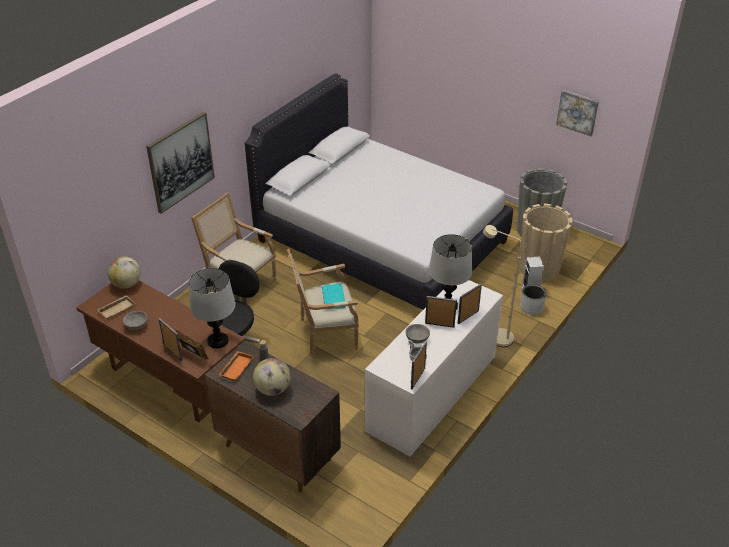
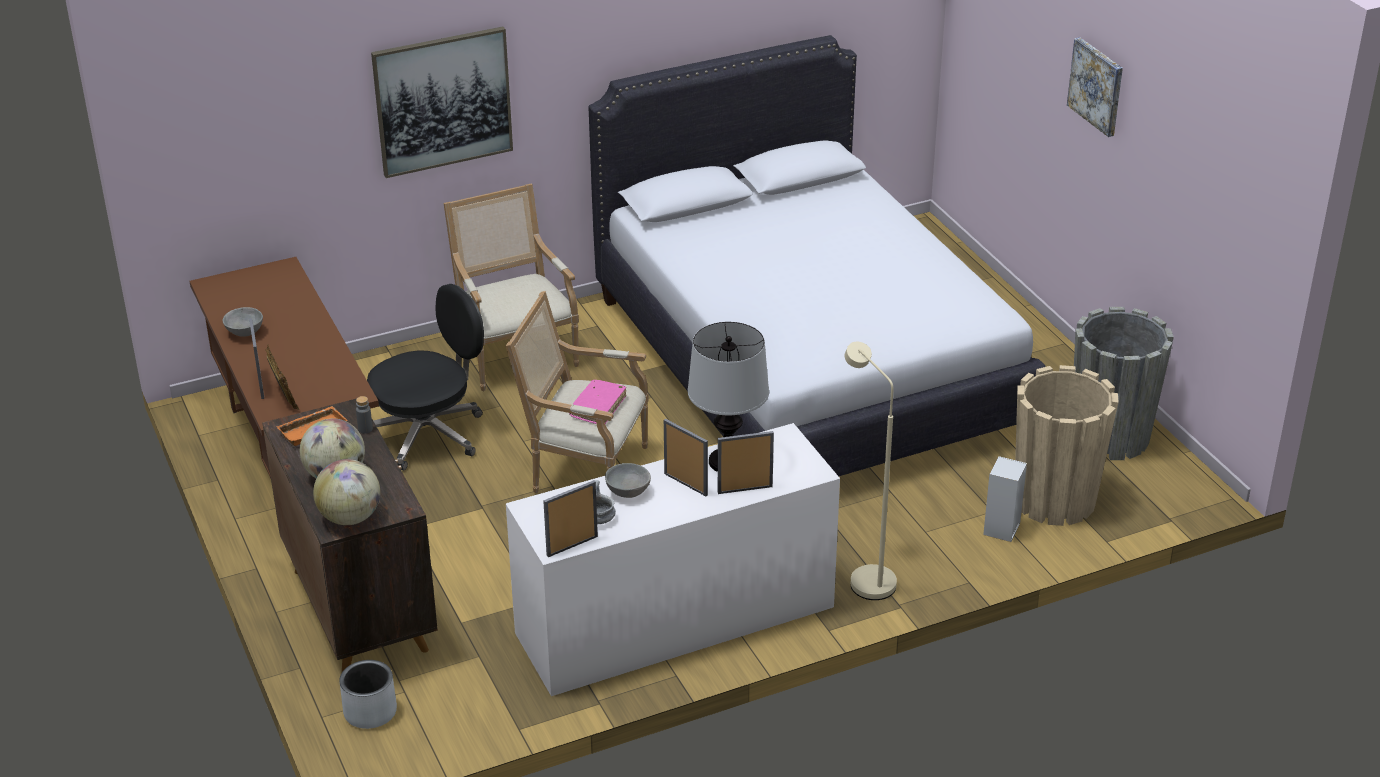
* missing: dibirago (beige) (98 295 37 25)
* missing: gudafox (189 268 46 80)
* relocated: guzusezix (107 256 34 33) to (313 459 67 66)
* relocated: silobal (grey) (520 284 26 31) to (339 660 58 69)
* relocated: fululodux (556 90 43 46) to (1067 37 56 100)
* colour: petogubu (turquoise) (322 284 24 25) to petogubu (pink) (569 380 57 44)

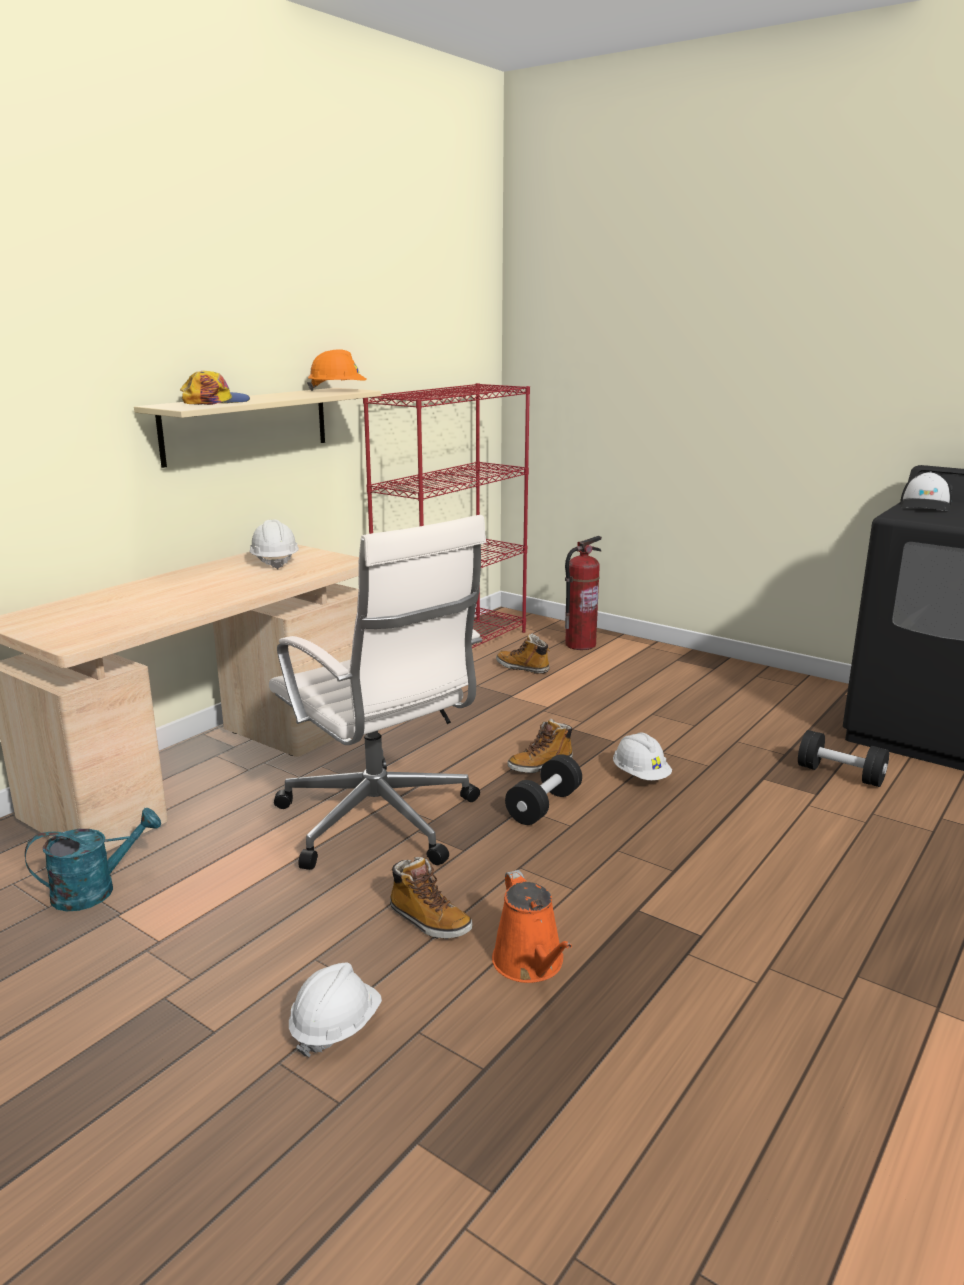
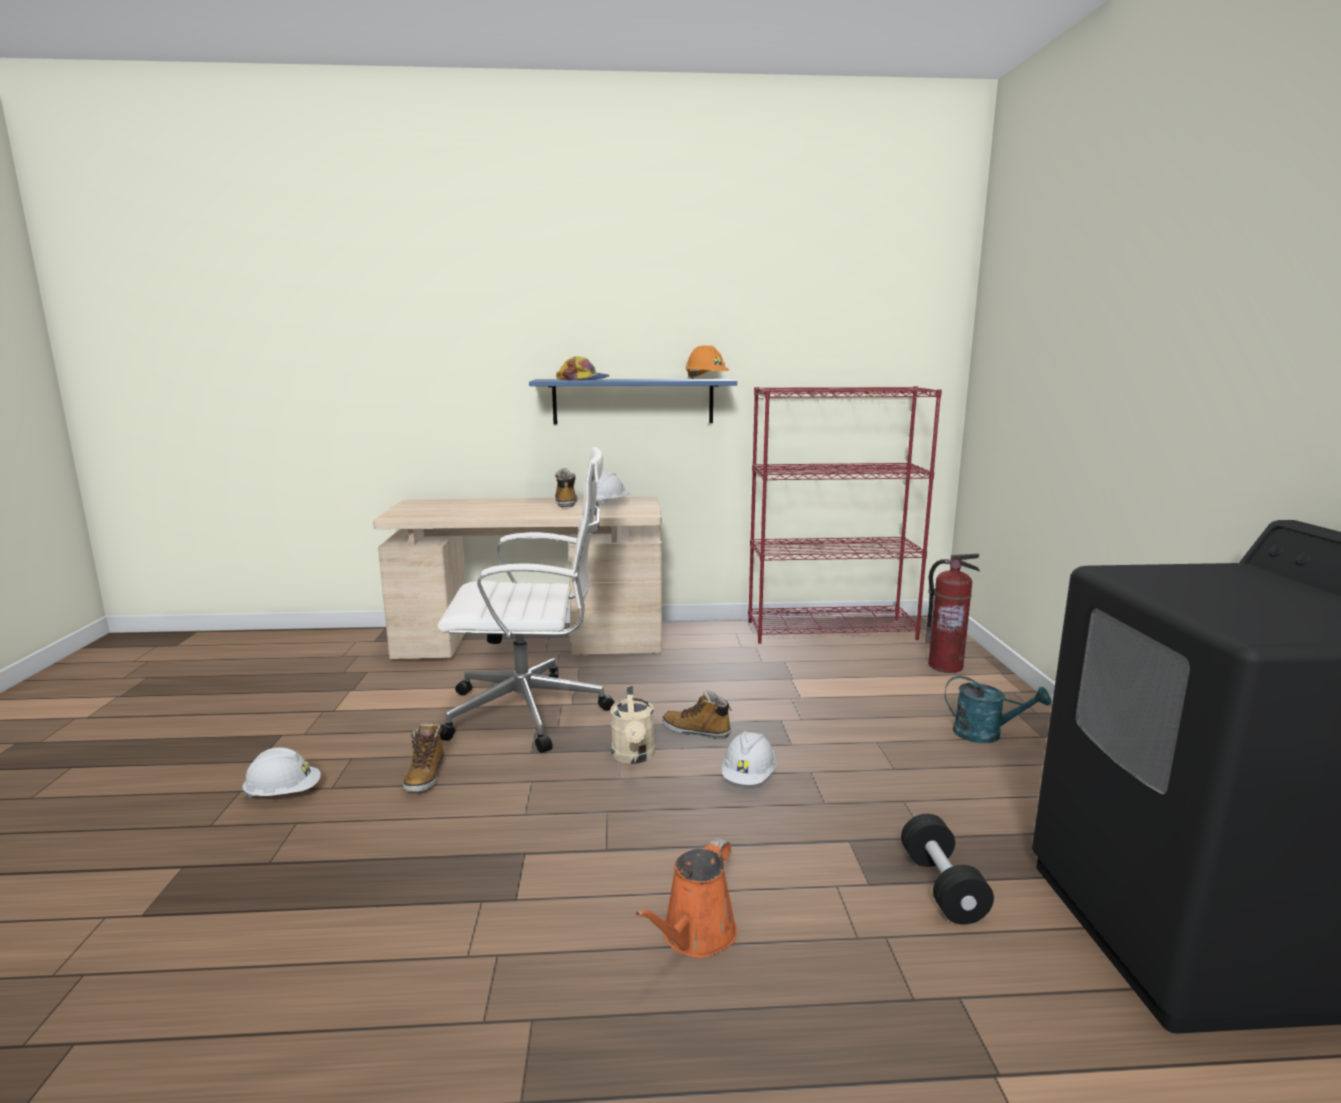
* missing: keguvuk (900 472 52 40)
* relocated: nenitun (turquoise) (25 808 136 103) to (945 676 106 67)
* relocated: nenitun (orange) (492 870 80 113) to (635 838 102 120)
* relocated: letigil (496 634 54 40) to (555 468 22 39)
* exchanged: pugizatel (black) (505 754 77 71) to nenitun (beige) (611 686 44 78)
* colour: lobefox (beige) (134 388 247 80) to lobefox (blue) (529 379 208 45)
* spun: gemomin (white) (269 515 217 355) = (438 447 176 306) 105 degrees counterclockwise

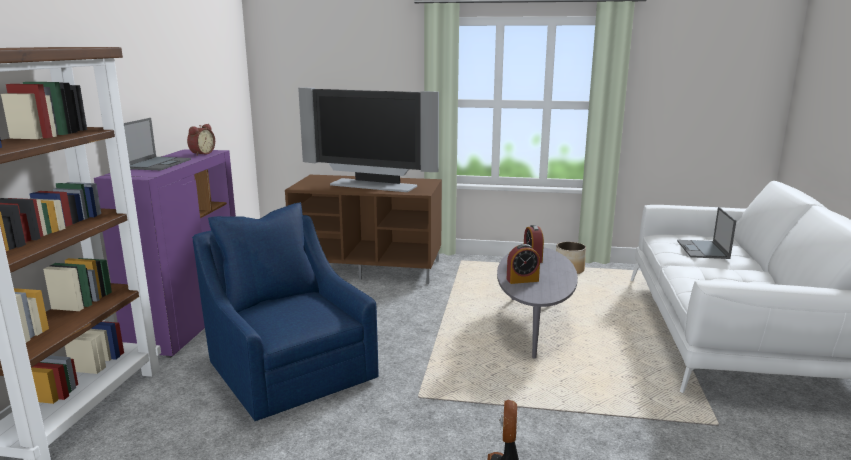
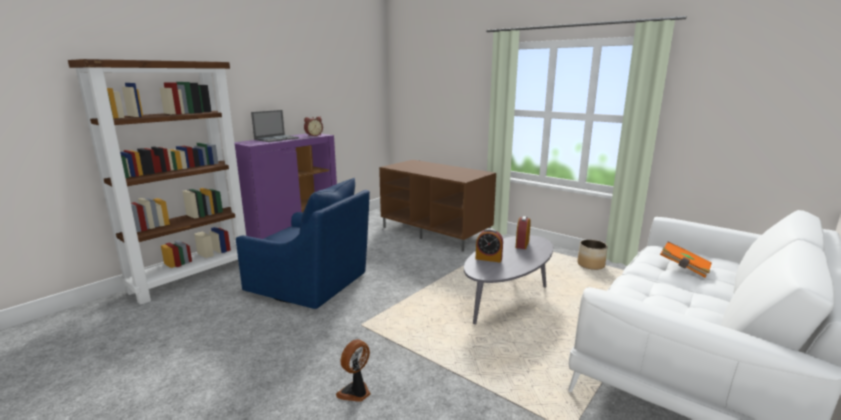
* missing: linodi (298 88 141 104)
* exchanged: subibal (677 207 59 52) to petogubu (orange) (660 242 52 35)
* spun: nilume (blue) (192 202 187 219) = (236 178 134 131) 120 degrees clockwise

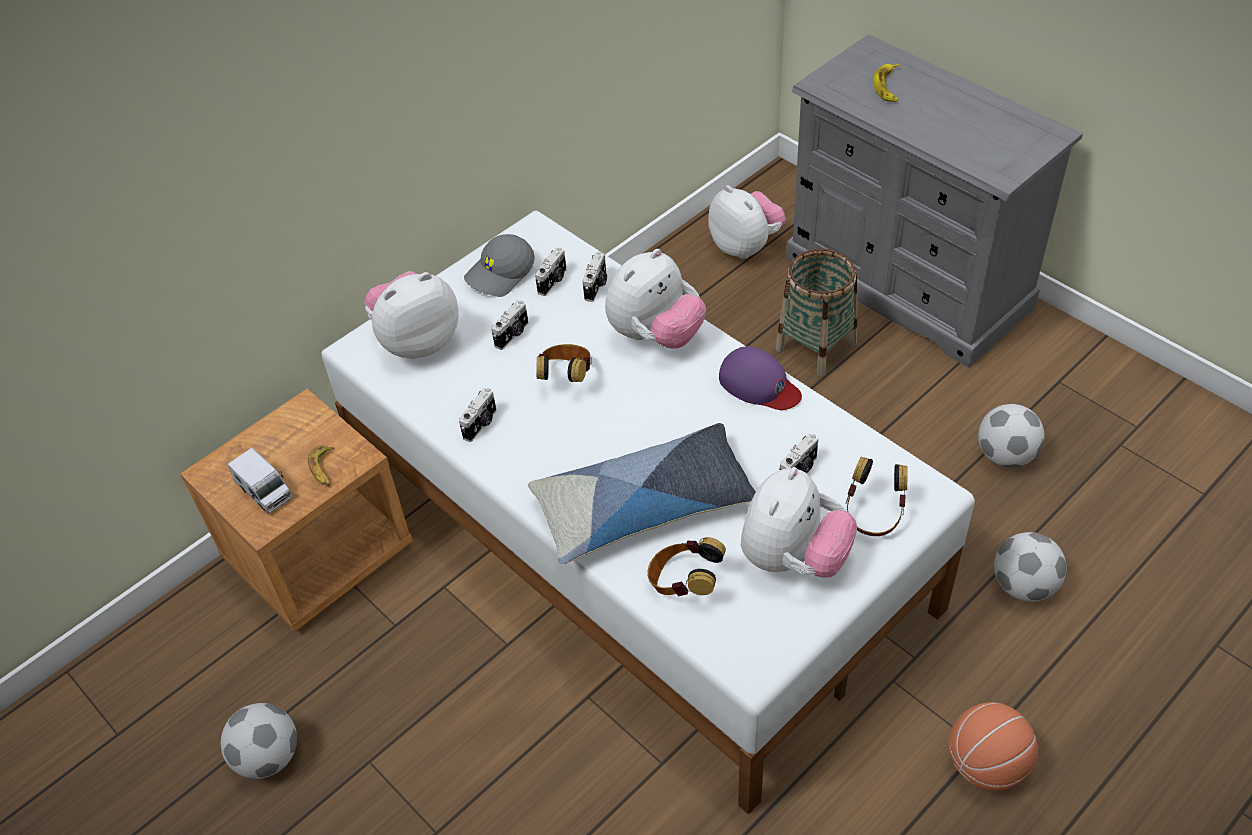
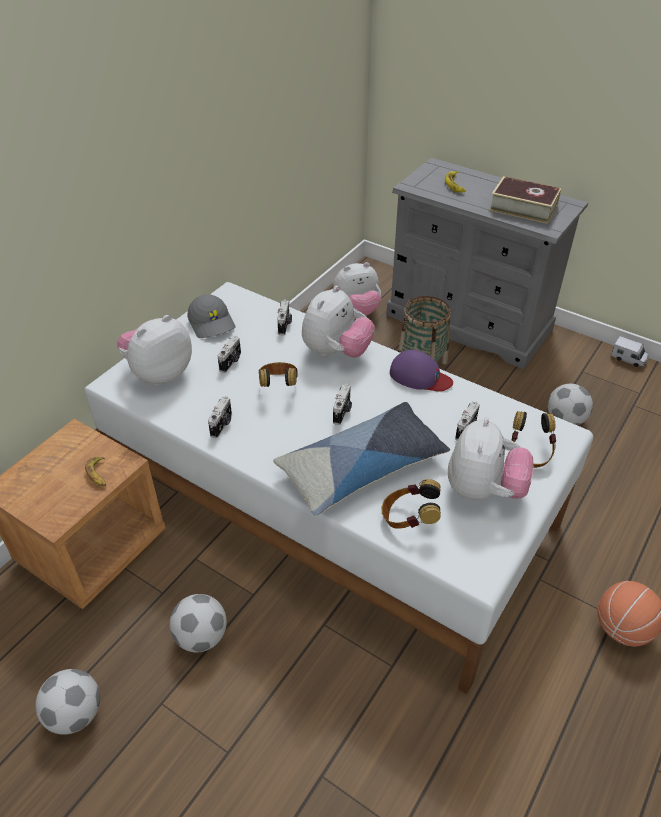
* appeared: petogubu (489 176 72 48)
* relocated: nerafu (228 448 65 65) to (610 336 38 32)
* relocated: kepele (535 247 32 49) to (333 384 19 41)
* relocated: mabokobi (994 532 73 70) to (170 594 57 58)
* spun: keguvuk (grey) (464 234 71 63) = (188 294 47 44) 60 degrees counterclockwise
* spun: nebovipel (708 185 78 74) = (333 262 48 54) 120 degrees clockwise

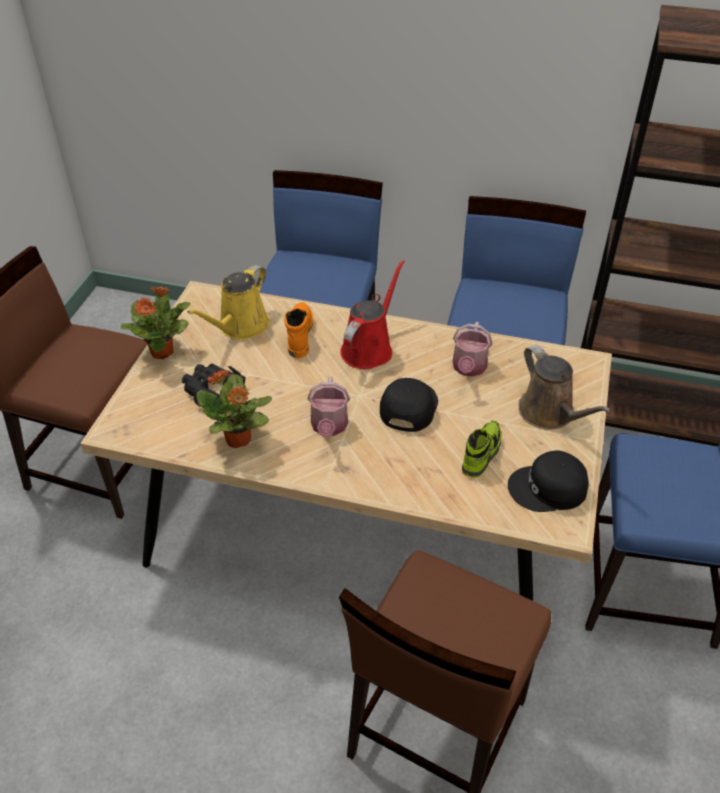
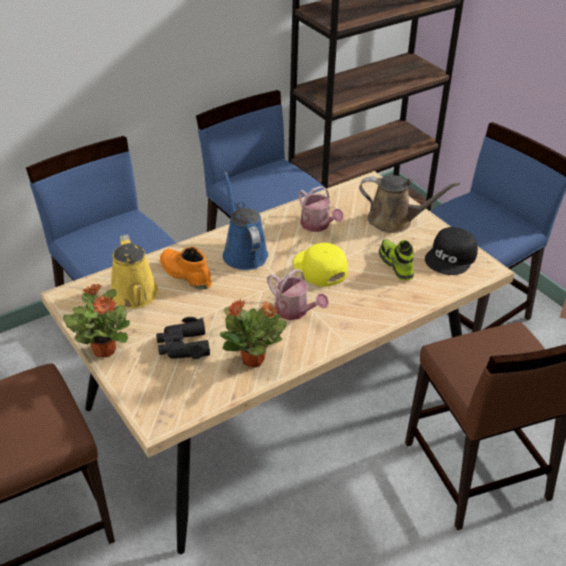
* colour: nenitun (red) (340 260 65 109) to nenitun (blue) (223 172 45 98)
* colour: keguvuk (black) (380 378 58 54) to keguvuk (yellow) (293 243 55 44)

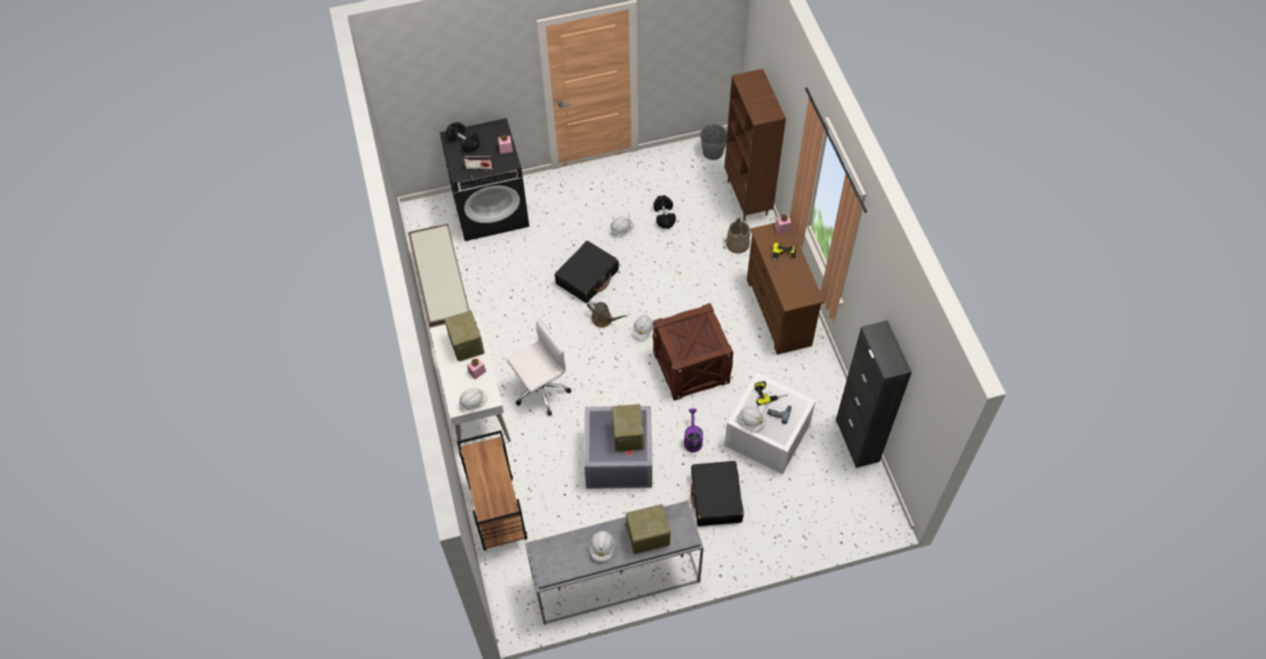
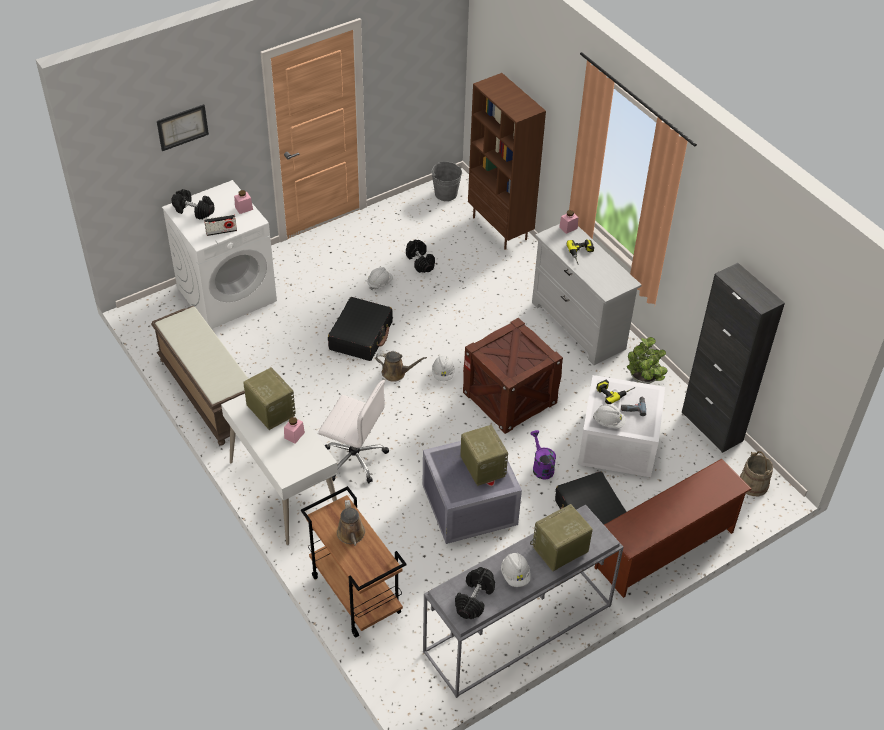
* missing: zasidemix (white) (459 388 28 23)
* appeared: fululodux (157 104 52 47)
* appeared: nenitun (brown) (337 500 28 46)
* appeared: pugizatel (black) (455 567 40 52)
* appeared: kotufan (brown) (594 459 158 139)
* appeared: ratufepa (627 337 41 47)
* relocated: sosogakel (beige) (726 218 24 36) to (740 451 33 45)
* colour: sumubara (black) (440 118 89 123) to sumubara (white) (162 180 115 149)
* colour: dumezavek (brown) (747 223 77 132) to dumezavek (white) (532 224 109 141)
* spun: gemomin (white) (507 319 64 97) = (318 380 71 103) 75 degrees clockwise

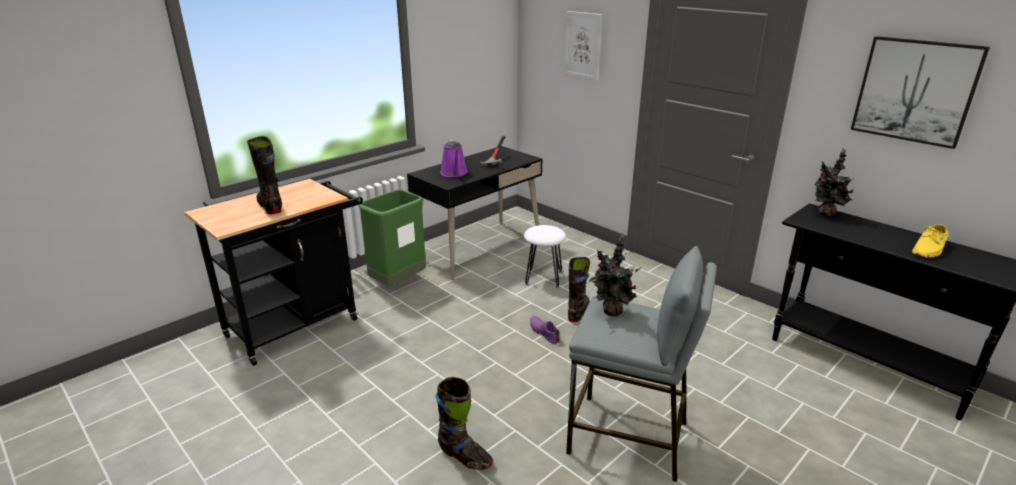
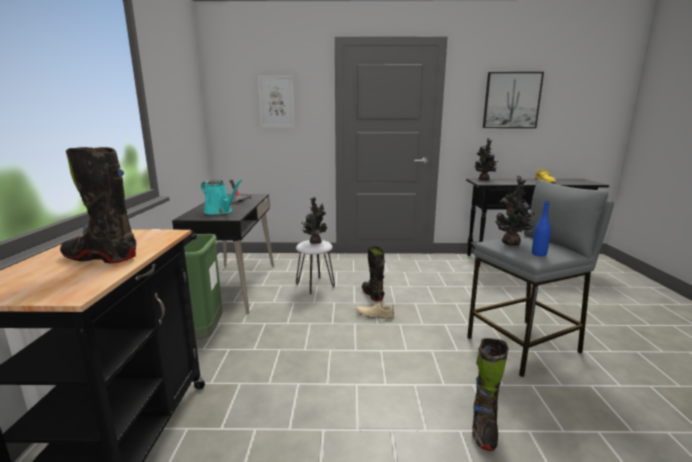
* appeared: ratufepa (301 197 26 47)
* appeared: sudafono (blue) (532 200 19 56)
* colour: nenitun (purple) (440 140 28 37) to nenitun (turquoise) (201 180 41 35)
* colour: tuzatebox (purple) (530 316 30 28) to tuzatebox (beige) (356 303 38 16)
* spun: letigil (black) (435 377 58 93) = (472 338 37 113) 120 degrees clockwise

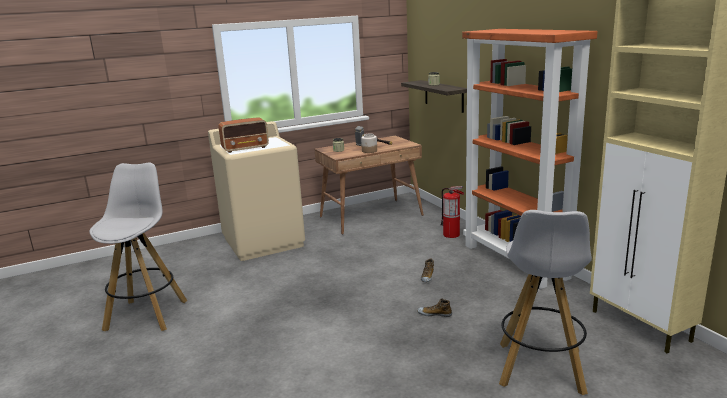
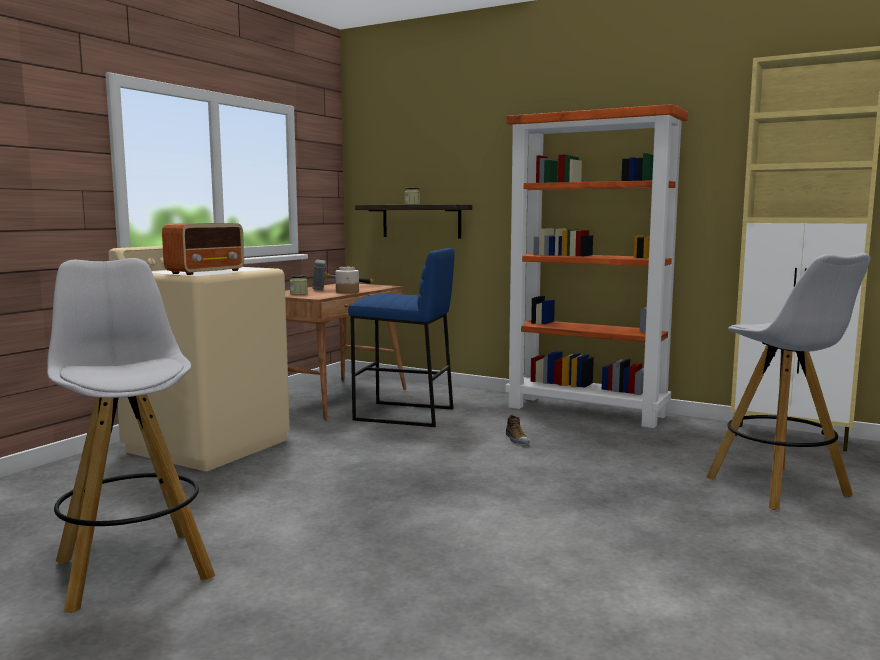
* missing: tuzatebox (417 299 35 18)
* missing: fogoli (441 186 23 52)
* appeared: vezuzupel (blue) (348 248 106 179)

